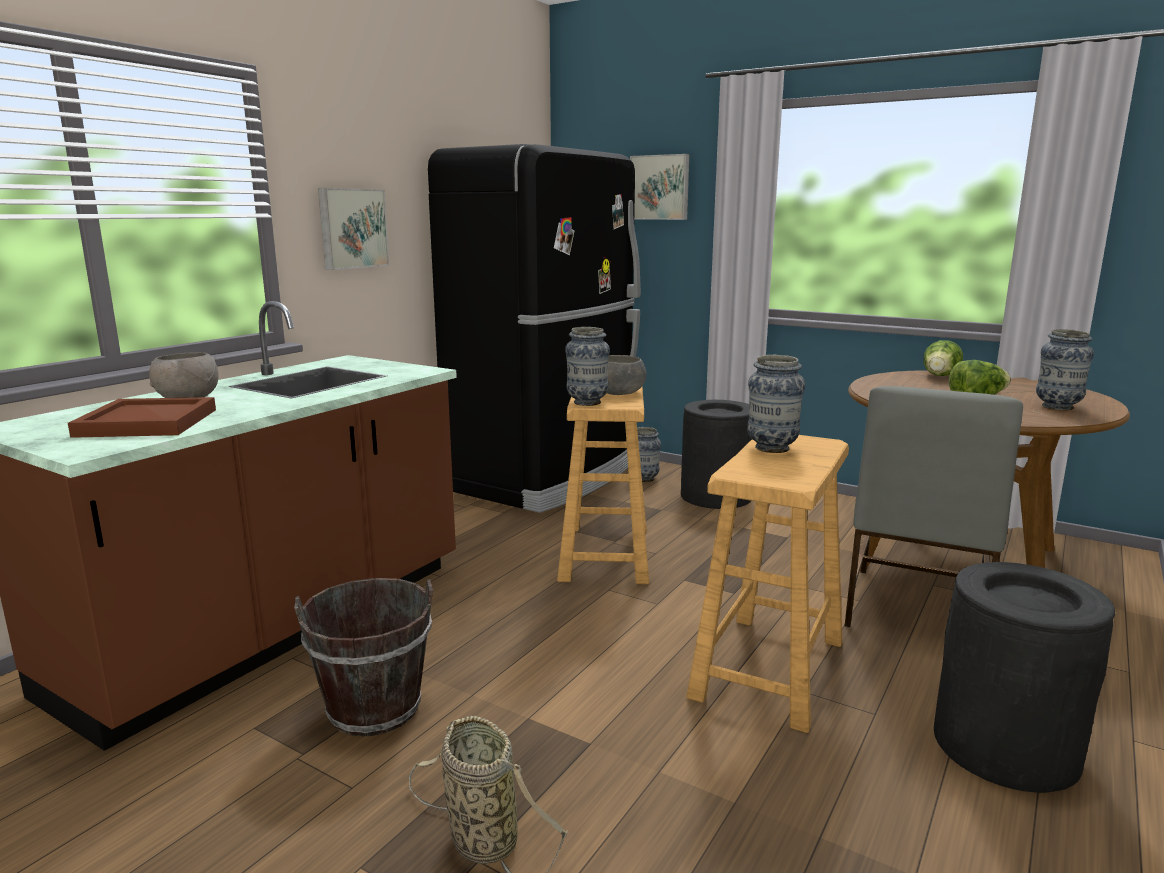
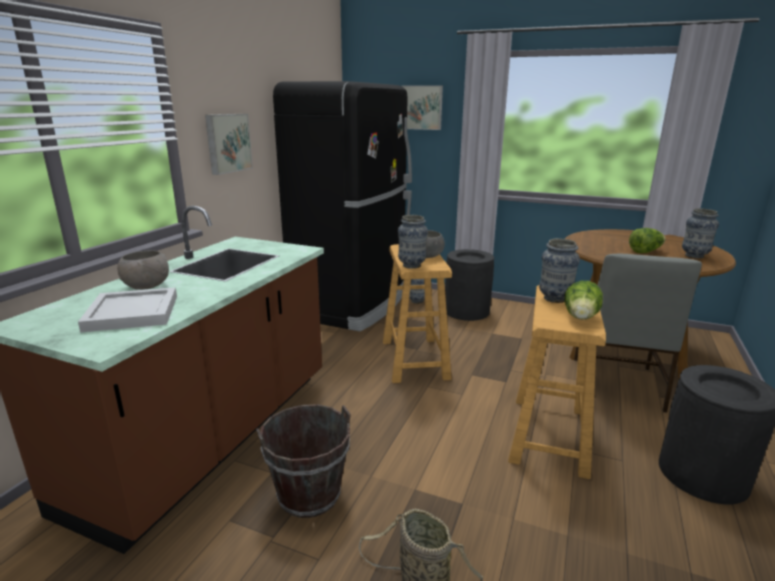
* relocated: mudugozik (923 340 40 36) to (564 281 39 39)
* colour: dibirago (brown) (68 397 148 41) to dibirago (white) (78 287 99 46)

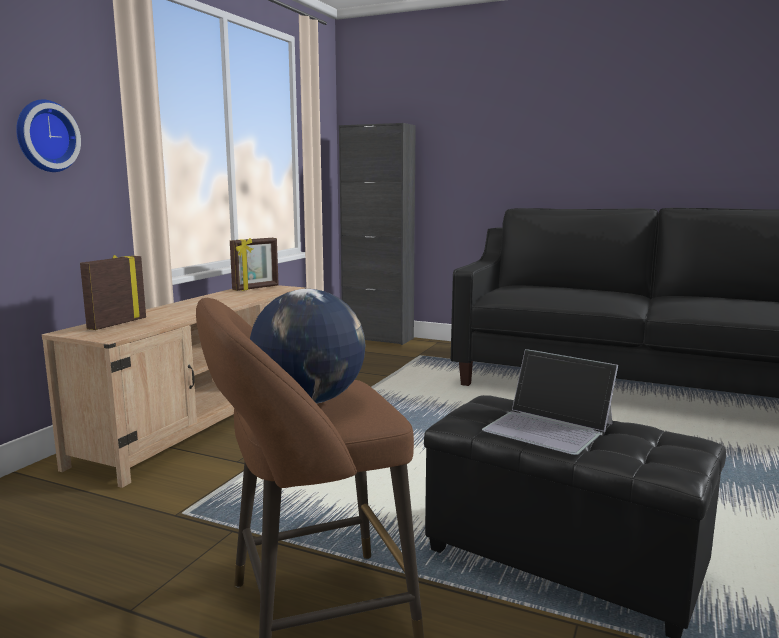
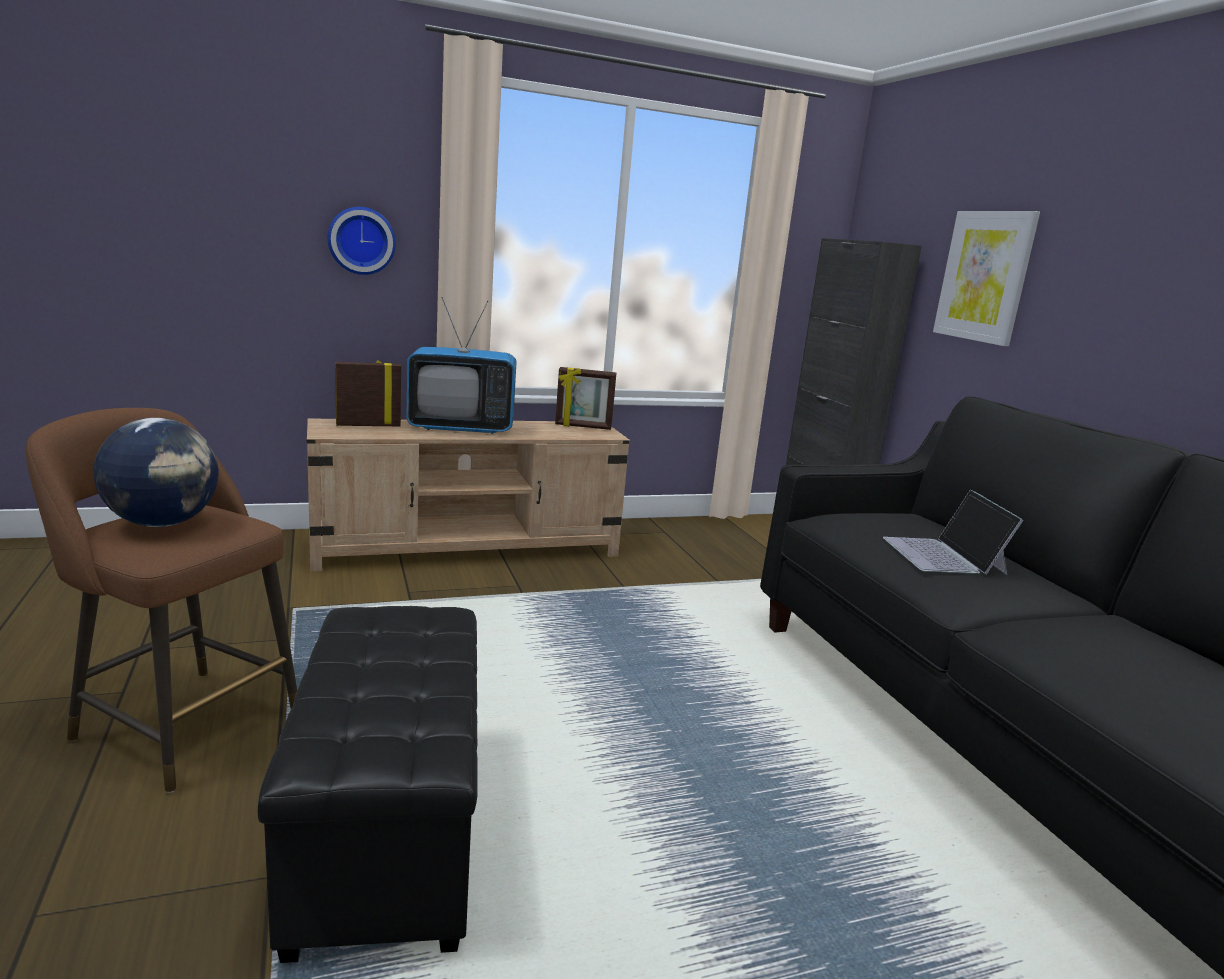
* appeared: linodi (407 297 110 137)
* appeared: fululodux (933 211 107 135)
* relocated: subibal (482 349 136 106) to (883 489 141 86)

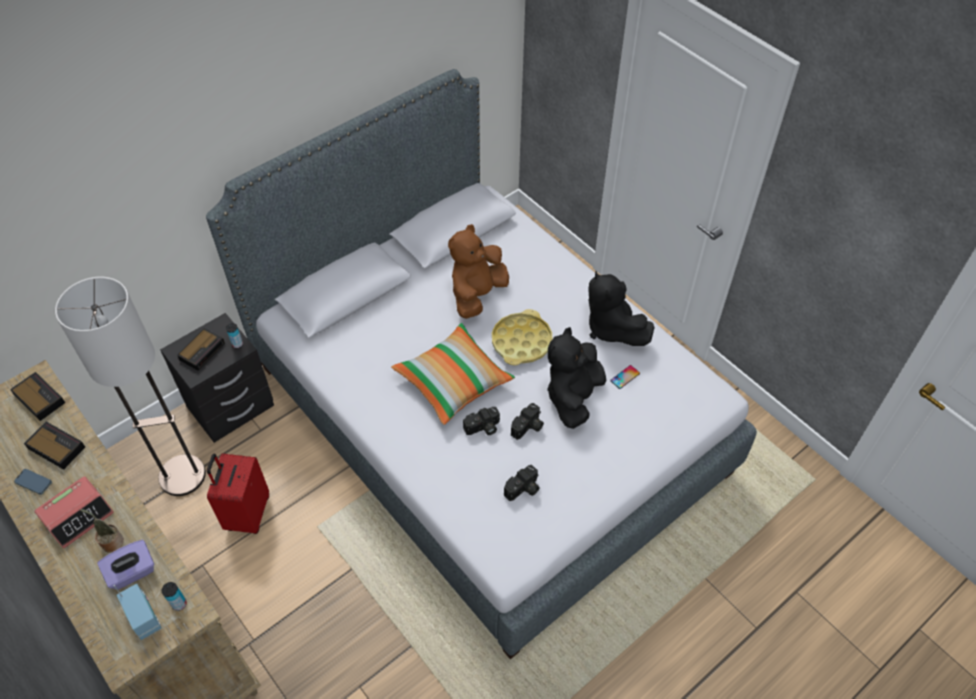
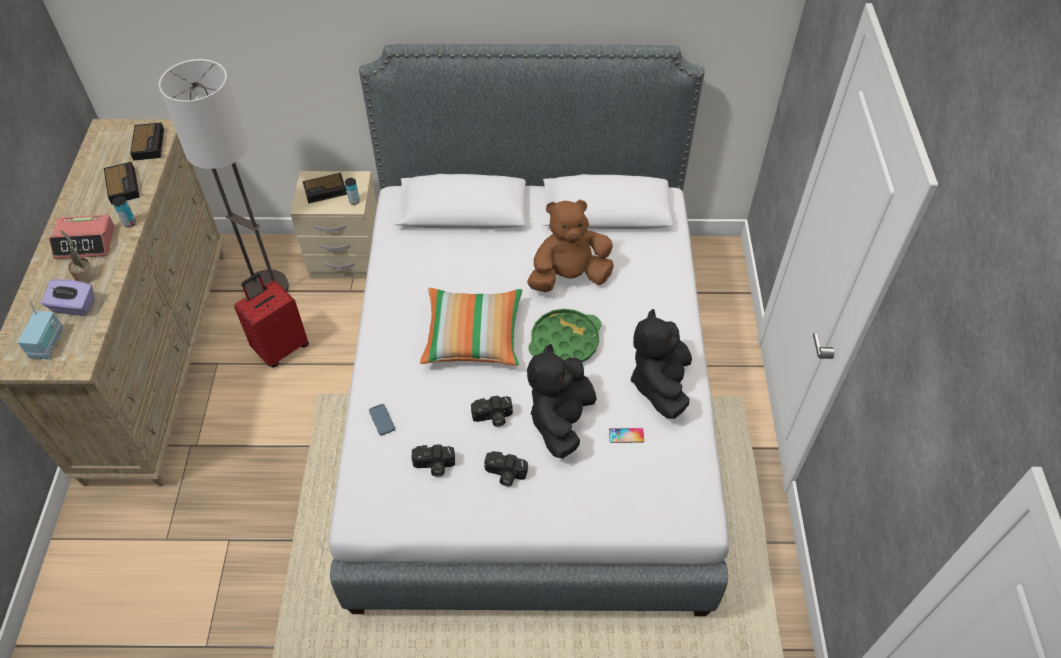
* relocated: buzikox (14 469 38 26) to (369 404 26 32)
* relocated: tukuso (162 582 25 29) to (112 196 24 31)
* relocated: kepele (463 407 37 28) to (484 451 44 35)
* colour: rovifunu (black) (160 313 114 130) to rovifunu (beige) (290 171 87 107)
* colour: dibirago (yellow) (492 309 61 57) to dibirago (green) (528 309 73 53)
* spun: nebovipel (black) (547 327 59 102) = (527 344 70 114) 45 degrees counterclockwise

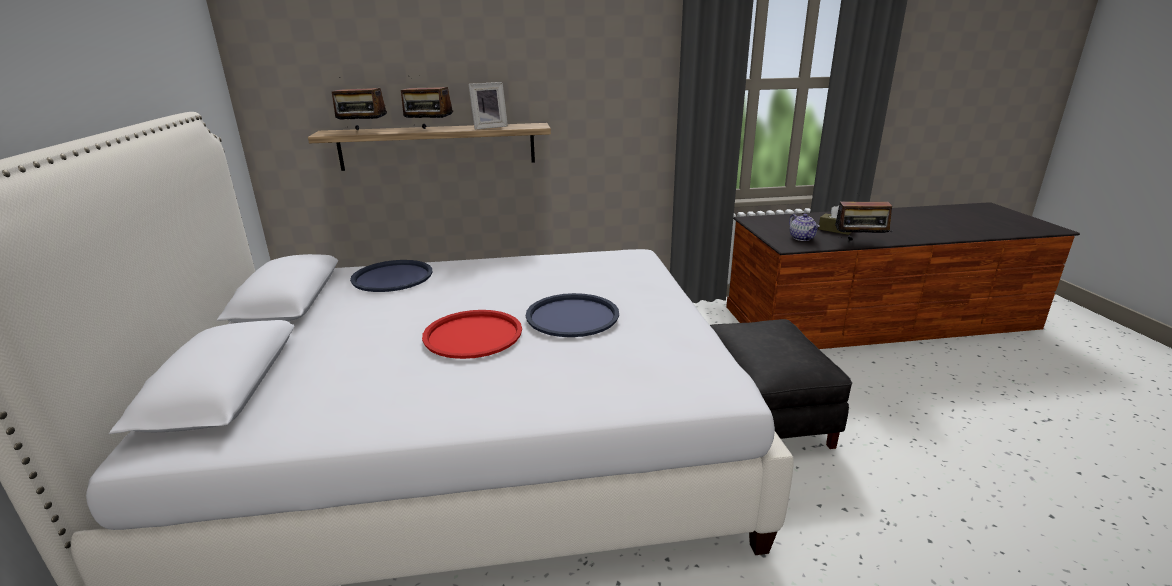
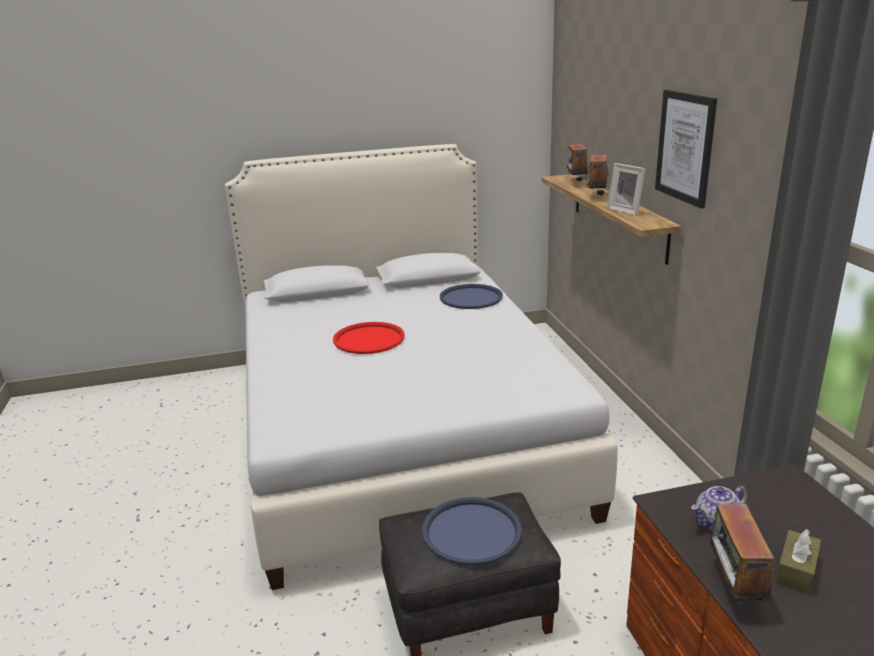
* appeared: fululodux (655 90 62 119)
* relocated: dibirago (blue) (526 293 93 44) to (422 497 100 68)

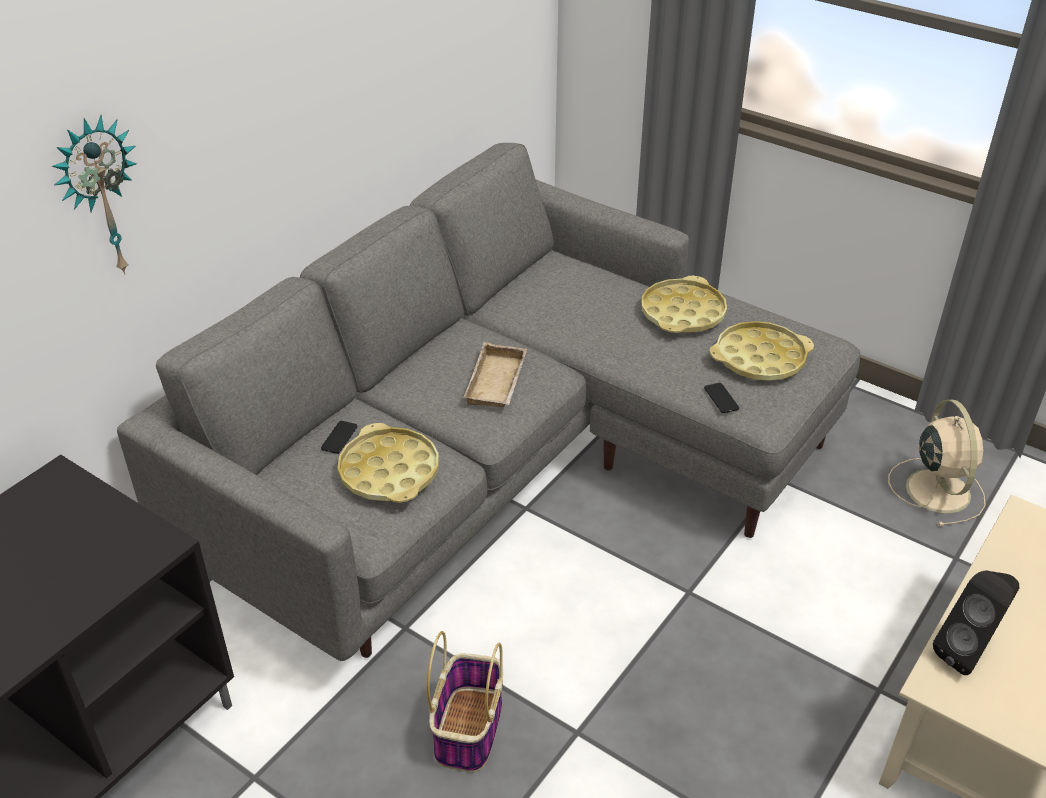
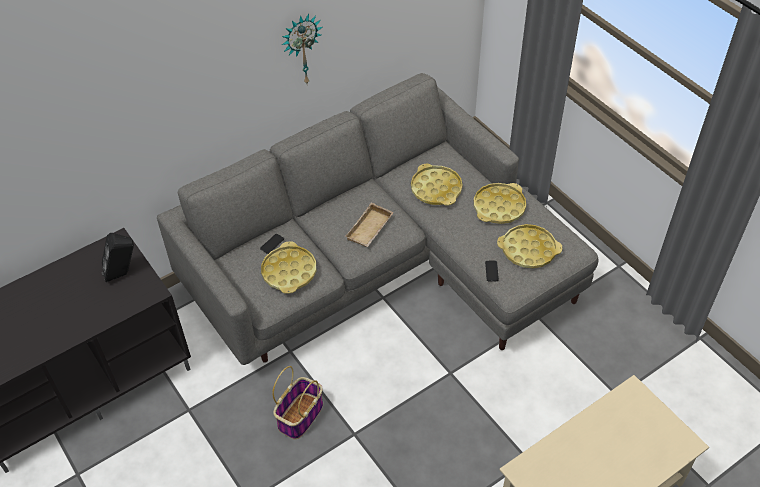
* missing: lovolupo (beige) (888 400 98 127)
* appeared: dibirago (yellow) (411 164 52 41)
* relocated: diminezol (52 115 85 160) to (282 14 40 69)
* relocated: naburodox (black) (933 570 86 105) to (102 233 32 49)

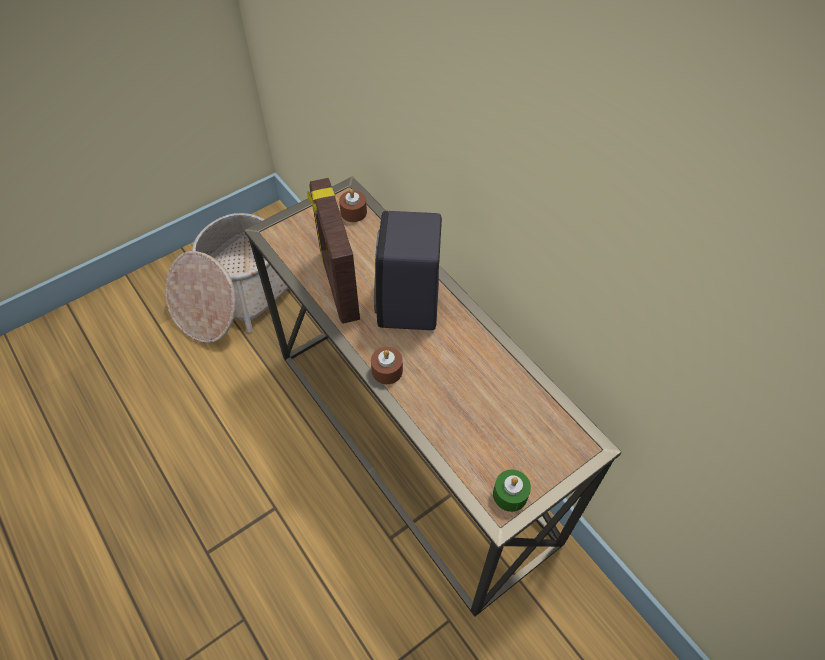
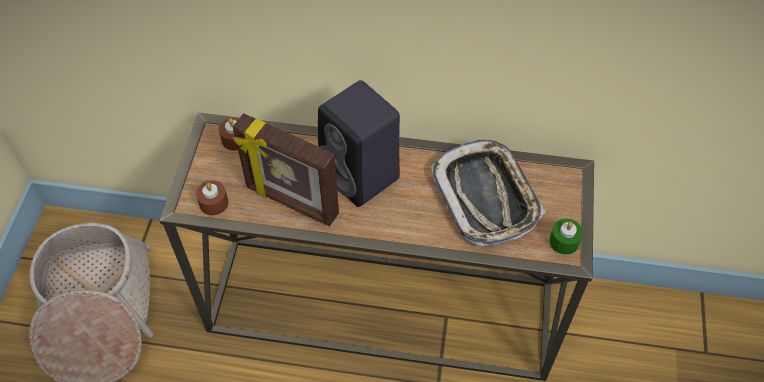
* appeared: dibirago (431 140 115 106)
* relocated: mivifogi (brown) (371 347 32 37) to (196 180 32 35)

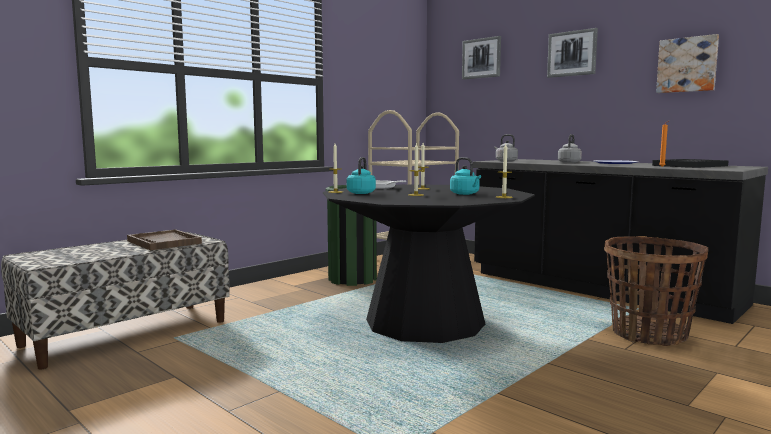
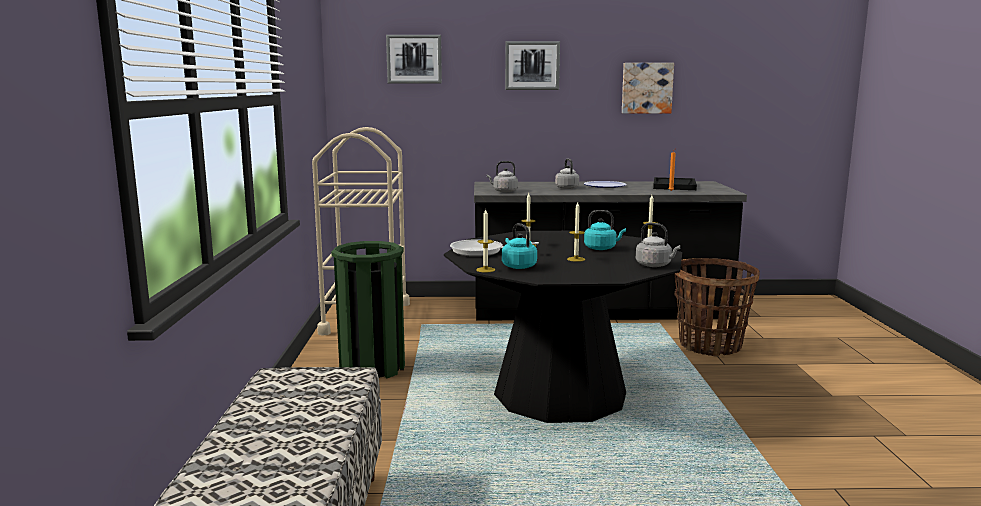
* missing: dibirago (brown) (127 229 75 21)
* appeared: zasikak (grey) (636 223 45 44)

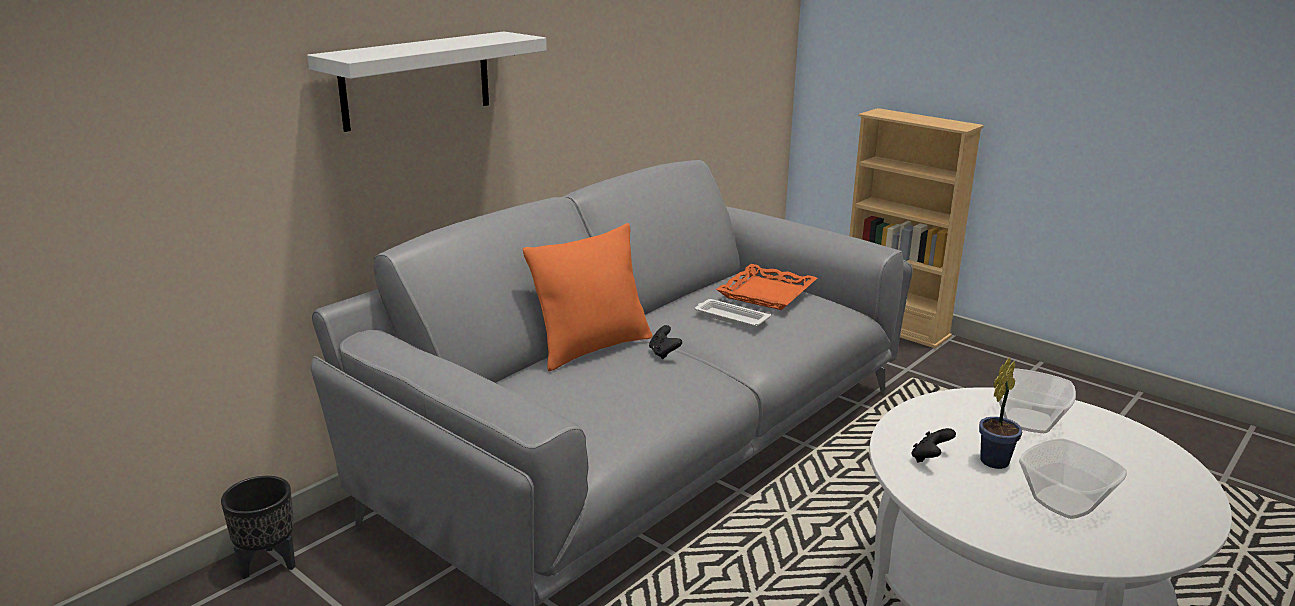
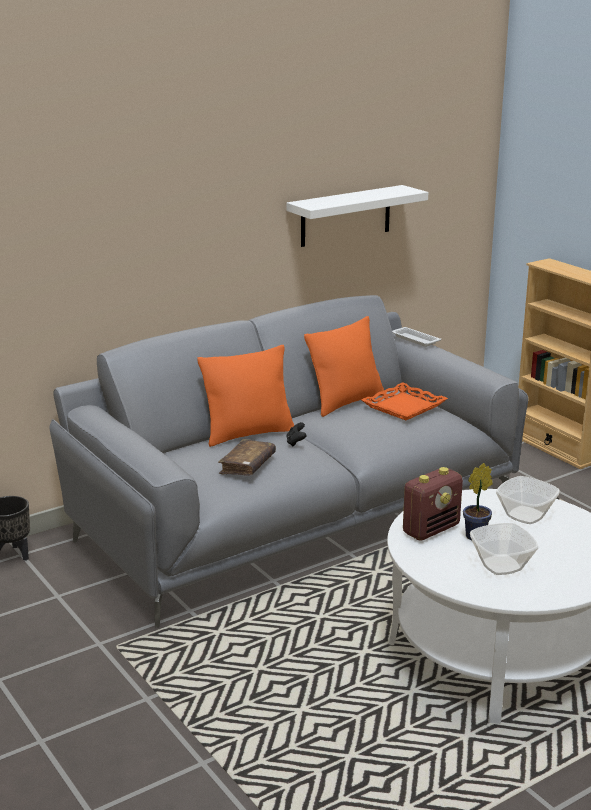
* appeared: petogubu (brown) (218 439 58 37)
* appeared: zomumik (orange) (304 316 80 101)
* relocated: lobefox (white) (307 31 240 101) to (286 185 142 62)
* relocated: dibirago (white) (695 299 76 29) to (392 327 49 20)
* exchanged: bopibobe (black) (911 428 45 35) to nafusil (403 467 60 74)

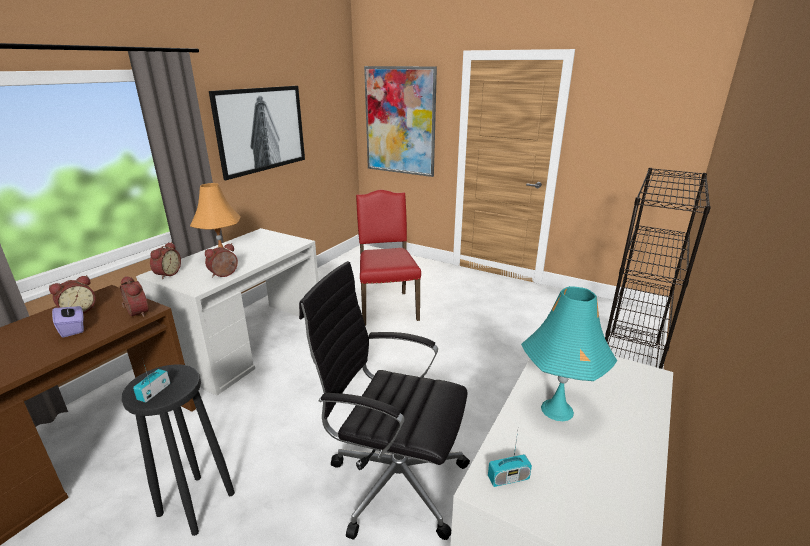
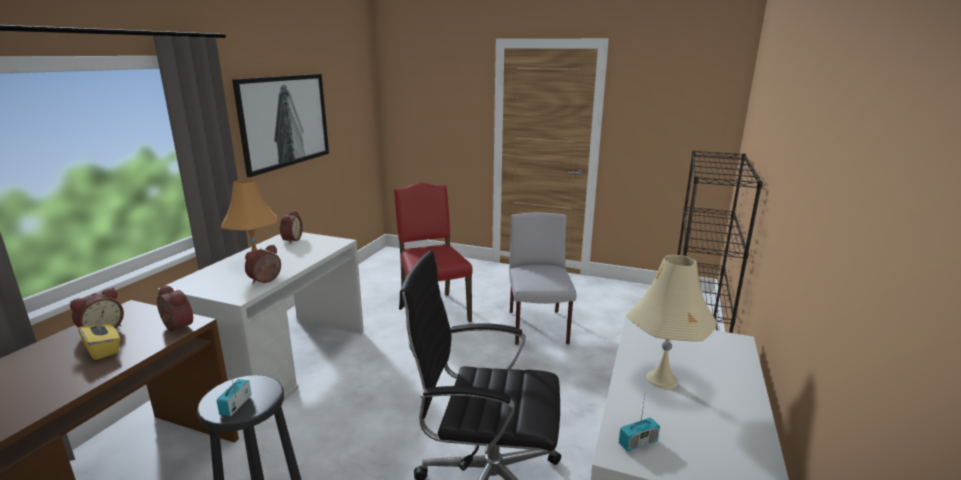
* missing: fululodux (364 66 73 111)
* appeared: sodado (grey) (509 213 68 132)
* relocated: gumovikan (150 242 31 37) to (279 210 24 34)
* colour: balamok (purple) (52 304 32 34) to balamok (yellow) (78 317 42 43)
* colour: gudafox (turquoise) (521 286 96 135) to gudafox (beige) (626 255 91 134)

